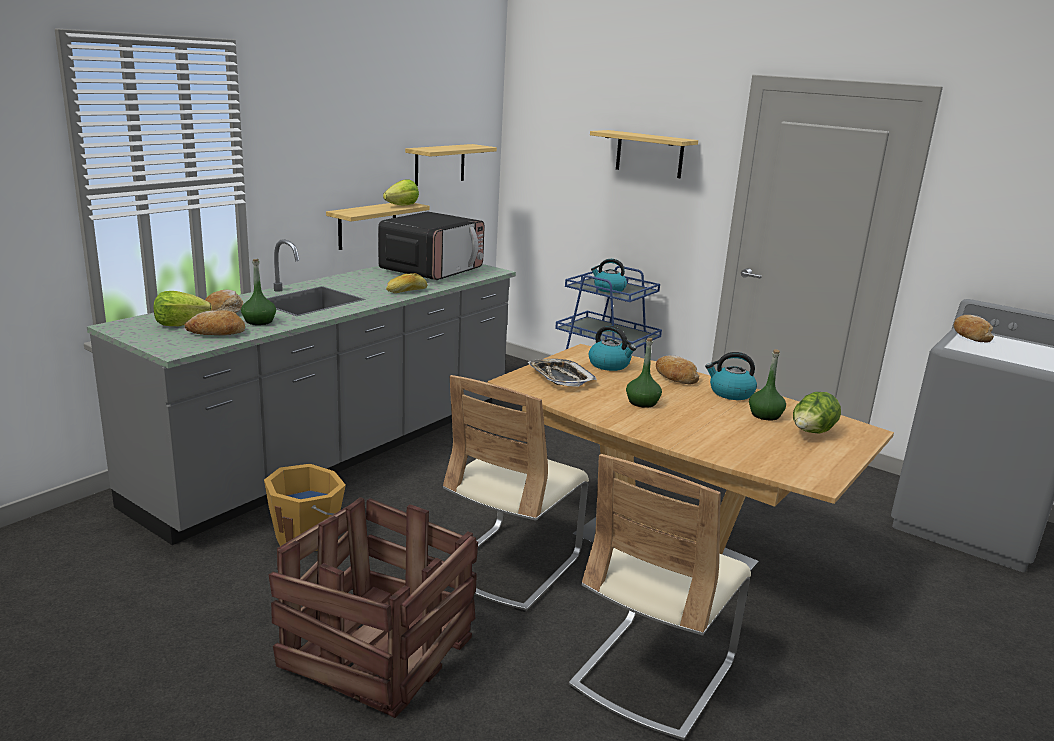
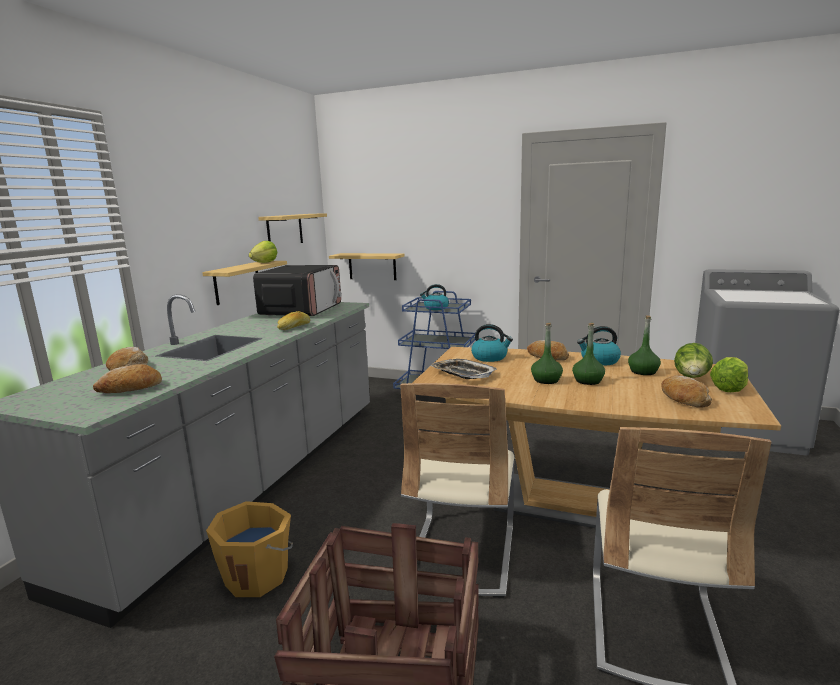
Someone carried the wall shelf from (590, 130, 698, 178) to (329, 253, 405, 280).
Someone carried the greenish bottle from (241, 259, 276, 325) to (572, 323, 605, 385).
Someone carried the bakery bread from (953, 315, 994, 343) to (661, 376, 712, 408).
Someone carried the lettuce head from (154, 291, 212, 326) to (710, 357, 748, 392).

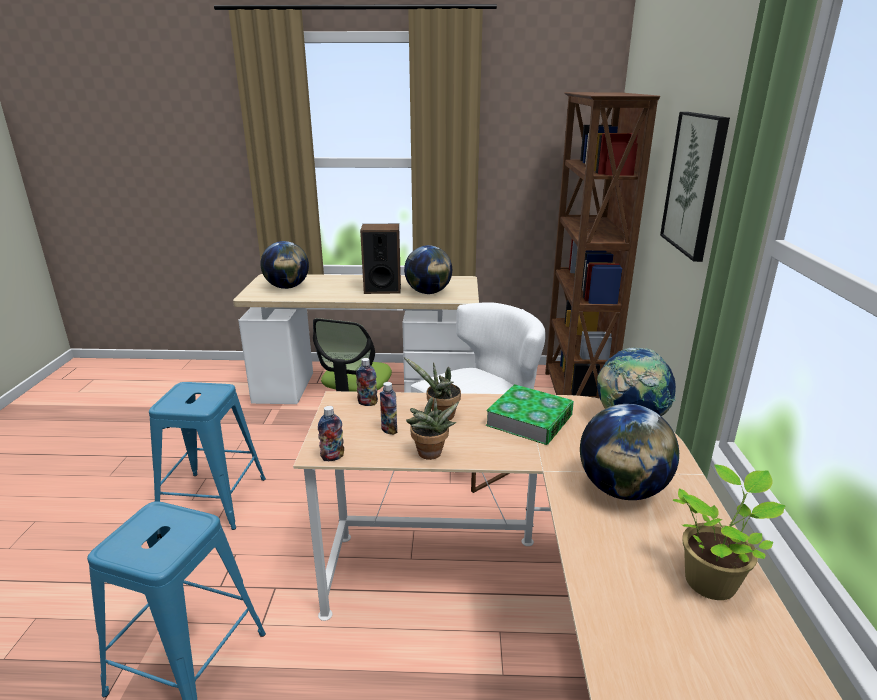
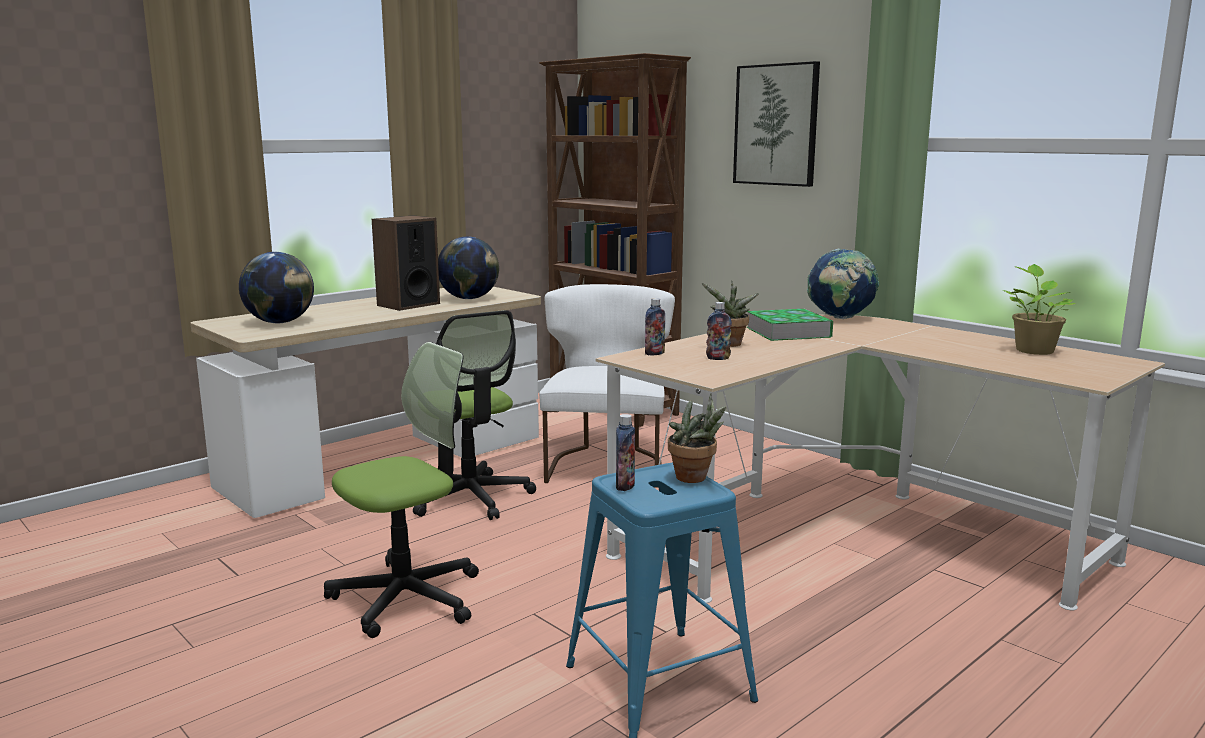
Someone swapped the bluish stool seat at (149, 382, 266, 530) for the computer chair at (324, 342, 479, 638).
Someone carried the bottle from (318, 406, 344, 461) to (616, 414, 635, 491).
Someone carried the houseplant from (406, 397, 459, 460) to (668, 393, 726, 483).
Someone took away the globe at (580, 404, 679, 500).

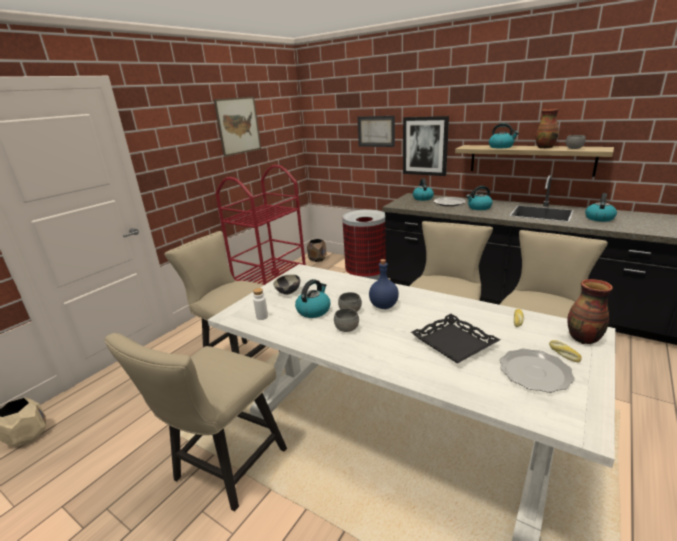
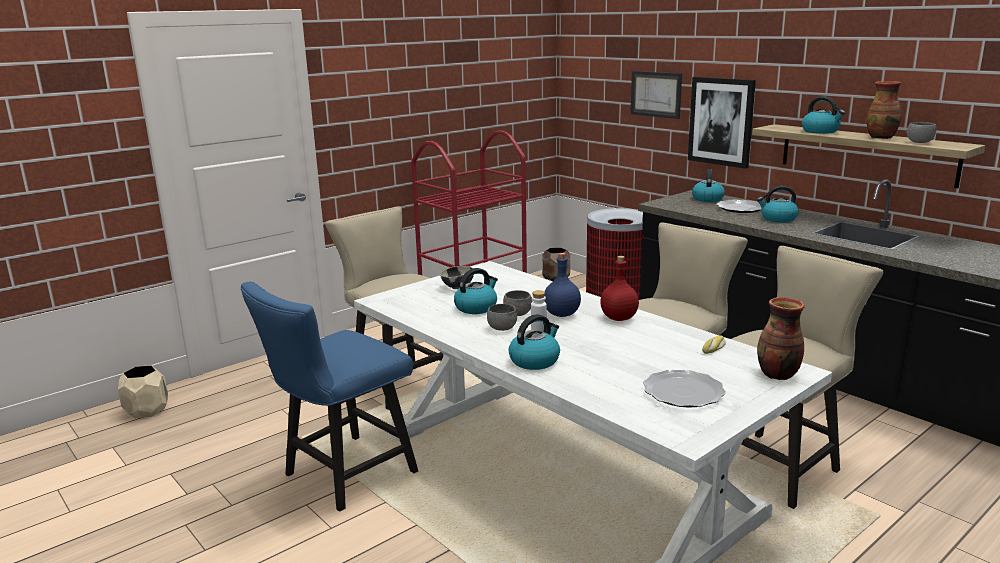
Someone repainted the sand-coloured plain chair at (105, 333, 287, 512), which became the bluish plain chair at (240, 281, 418, 511).
Someone carried the water kettle from (585, 193, 617, 222) to (509, 314, 560, 370).
Someone carried the whitish bottle from (253, 288, 268, 320) to (531, 290, 547, 332).
Someone put down the reddish bottle at (600, 256, 639, 321).
Someone took away the wall art at (214, 97, 261, 157).
Someone took away the blackish tray at (411, 314, 500, 363).
Someone took away the bakery bread at (549, 340, 582, 363).

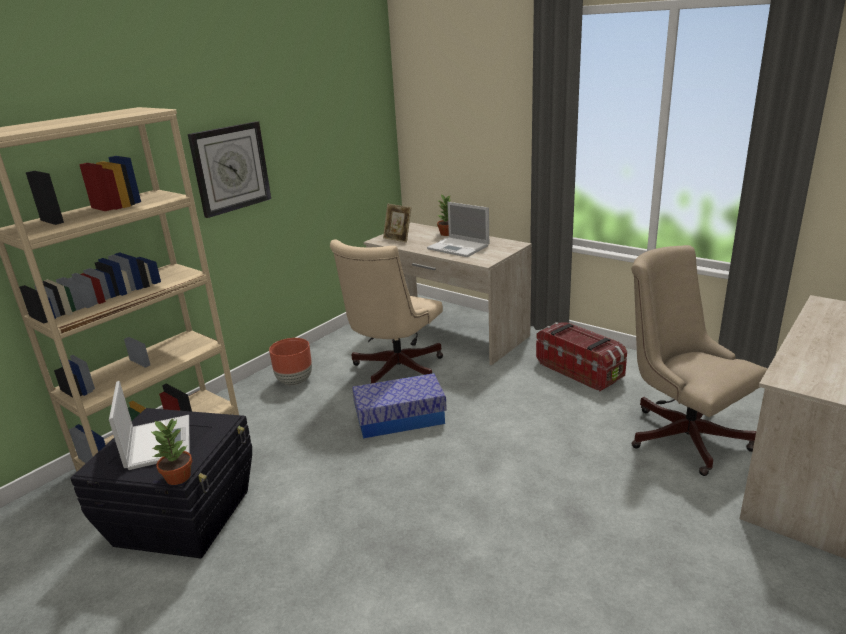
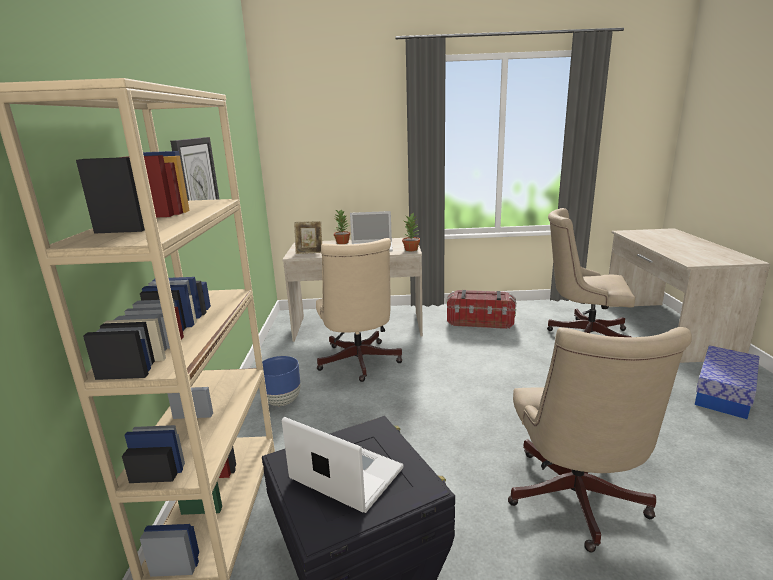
Someone repainted the brown plant pot at (269, 338, 312, 385), which became the bluish plant pot at (262, 356, 300, 406).
Someone carried the houseplant from (150, 419, 192, 485) to (402, 212, 420, 251).
Someone put down the sand-coloured computer chair at (508, 327, 692, 552).
Someone carried the storage container from (352, 373, 447, 439) to (695, 345, 759, 419).

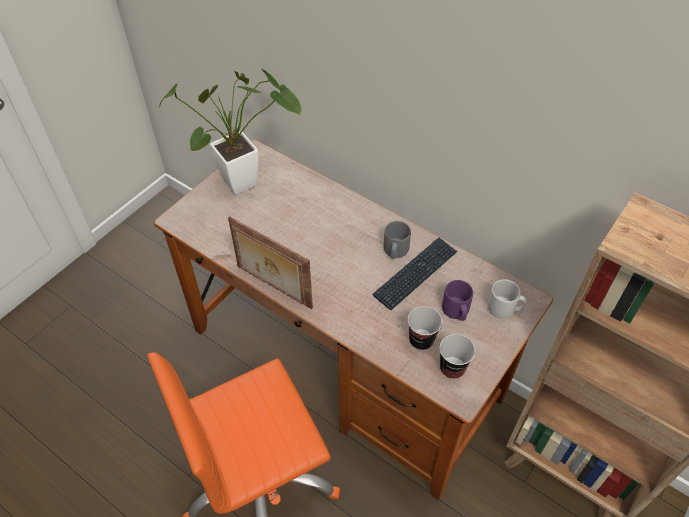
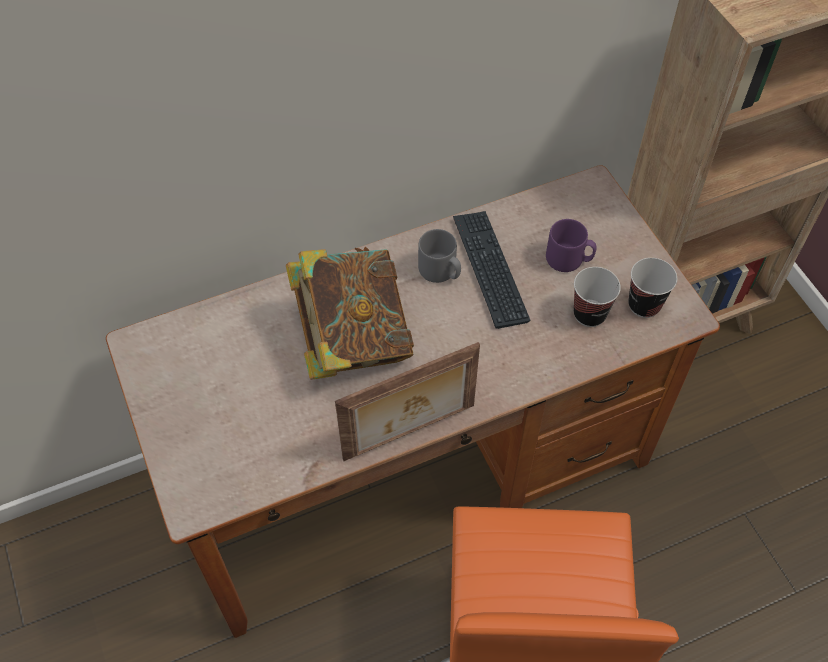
Someone put down the bound book at (286, 247, 414, 380).
Someone took away the houseplant at (159, 69, 302, 195).
Someone took away the grey coffee mug at (487, 279, 526, 319).

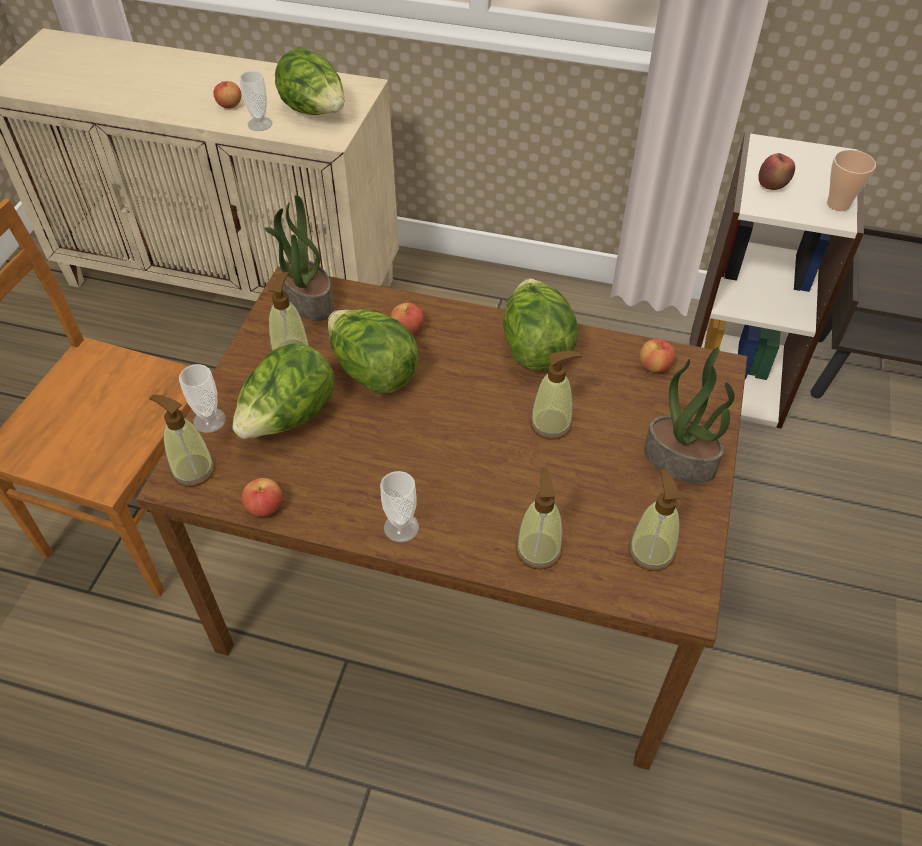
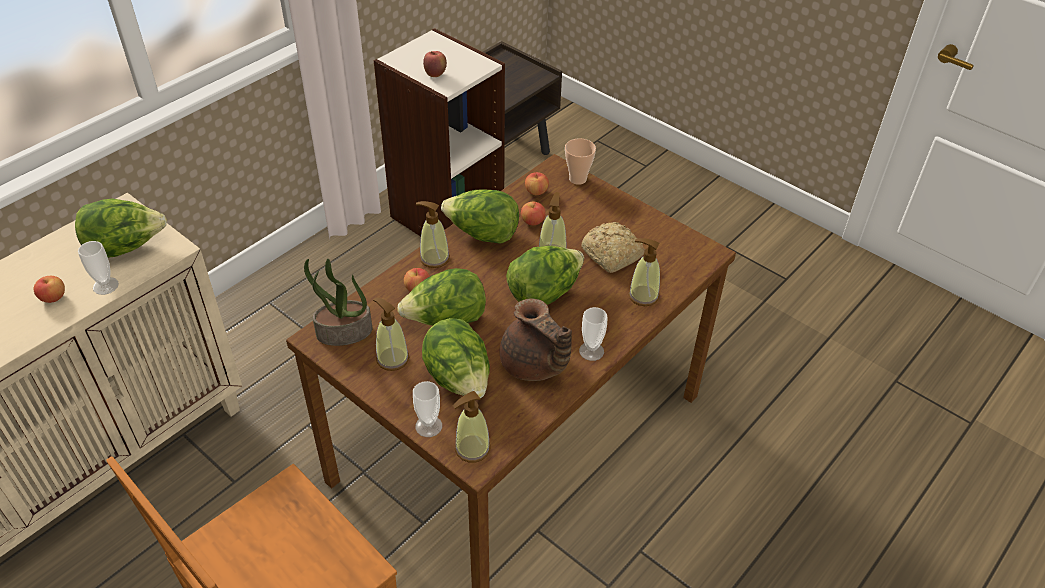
Someone carried the liquid soap bottle from (628, 469, 680, 571) to (416, 201, 450, 268).
Someone put down the brown tea pot at (500, 299, 572, 381).
Someone put down the lettuce head at (506, 246, 584, 305).
Someone carried the apple from (242, 478, 282, 517) to (521, 202, 546, 225).
Someone carried the small cup from (827, 150, 876, 211) to (565, 138, 596, 185).
Someone put down the bakery bread at (581, 222, 645, 273).
Someone took away the houseplant at (644, 347, 735, 483).

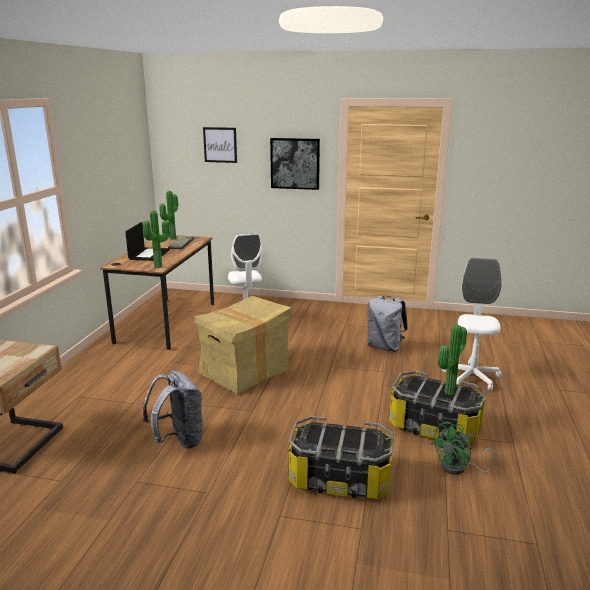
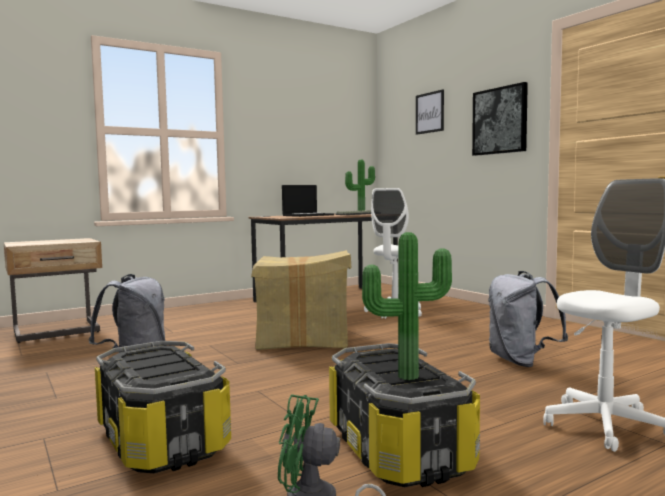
Someone took away the houseplant at (143, 211, 170, 268).

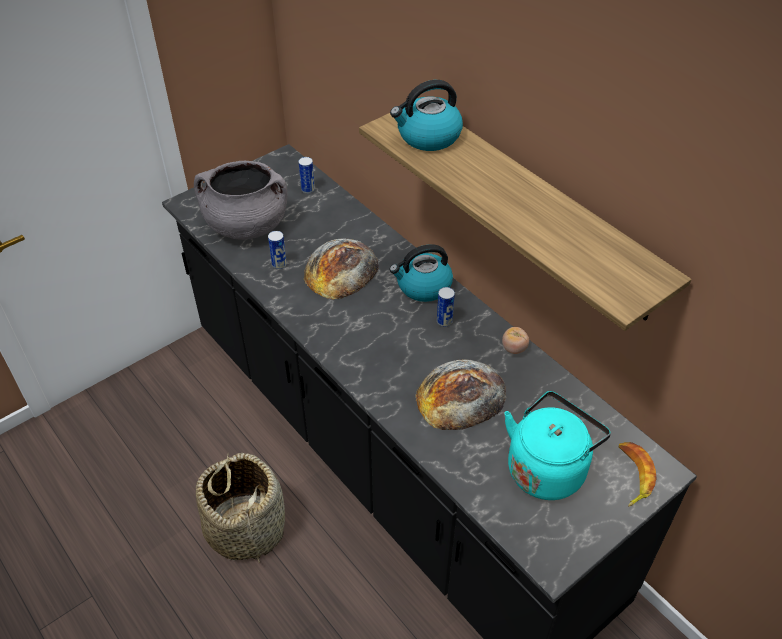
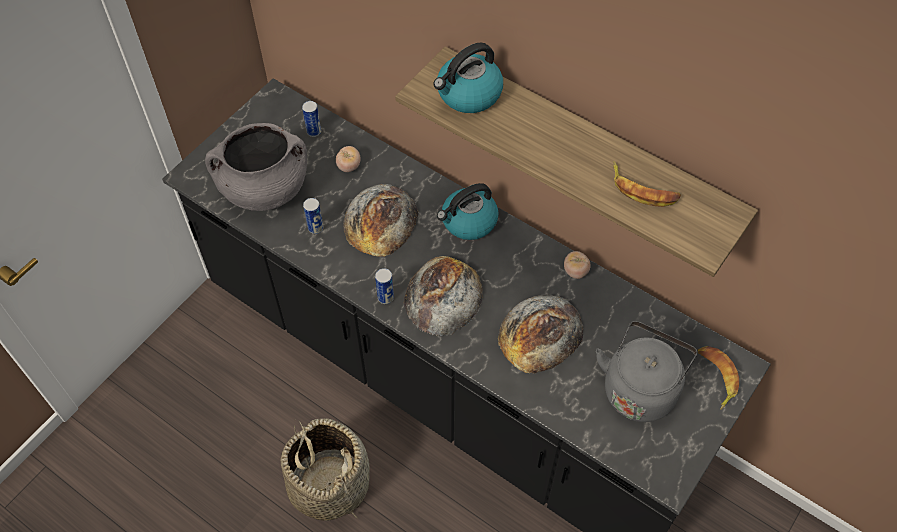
Someone put down the fresh tomato at (336, 146, 360, 172).
Someone carried the can from (437, 287, 455, 327) to (375, 268, 394, 304).
Someone put down the bakery bread at (403, 256, 483, 336).
Someone repainted the turquoise-coloured water kettle at (504, 391, 611, 500), which became the grey water kettle at (596, 321, 698, 422).
Someone put down the whole banana at (613, 161, 681, 207).

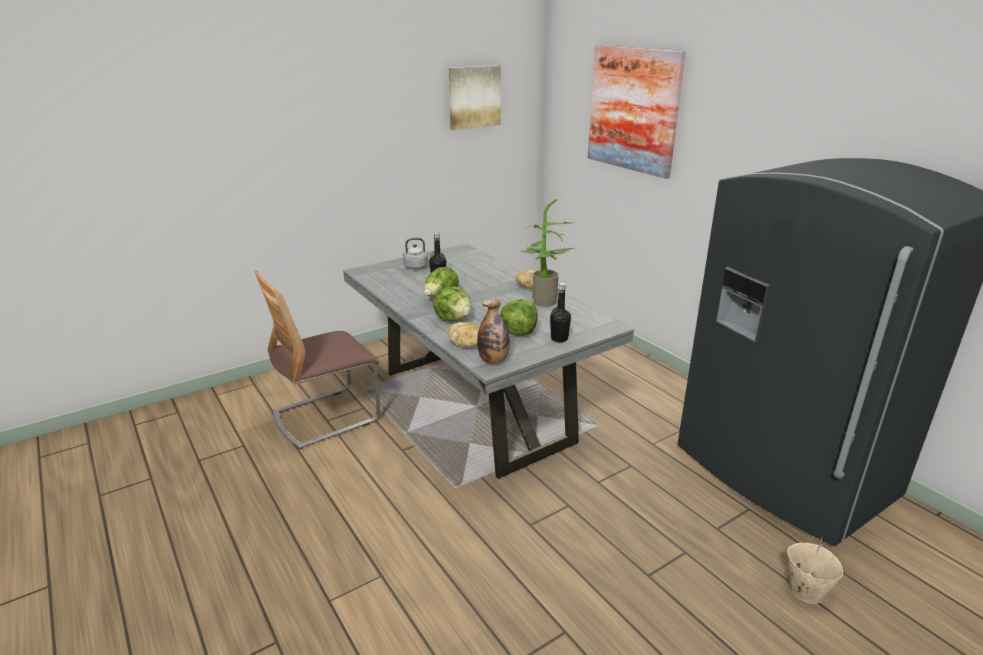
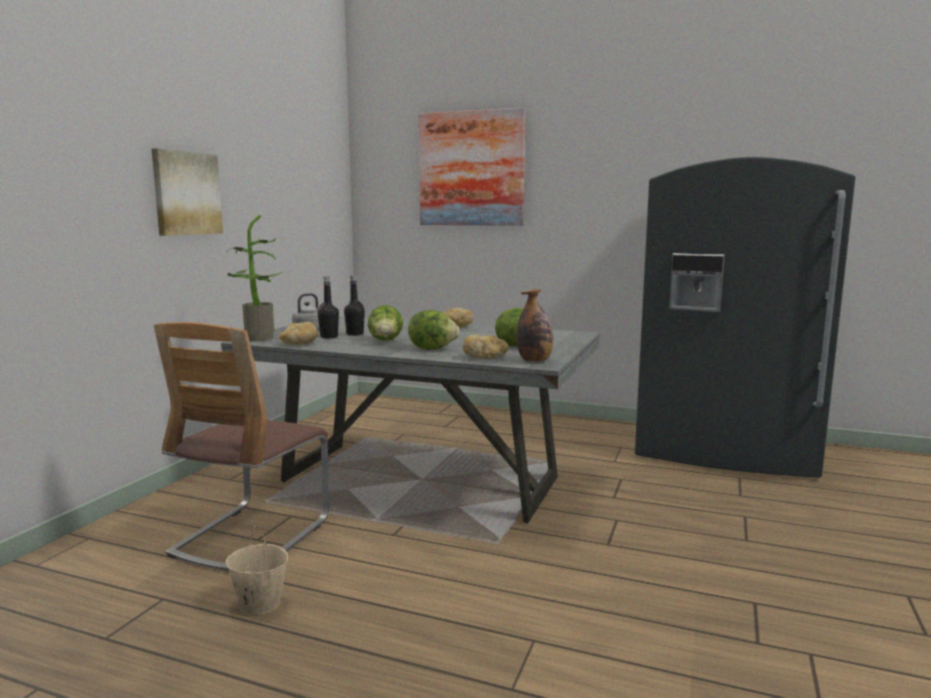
Someone carried the wall art from (449, 65, 501, 130) to (152, 148, 223, 236).
Someone carried the sand-coloured water bucket from (787, 537, 843, 604) to (225, 526, 288, 615).
Someone carried the houseplant from (520, 198, 575, 307) to (227, 214, 286, 341).
Someone put down the bakery bread at (279, 322, 318, 345).
Someone carried the blackish bottle from (550, 283, 571, 342) to (318, 277, 339, 338).

